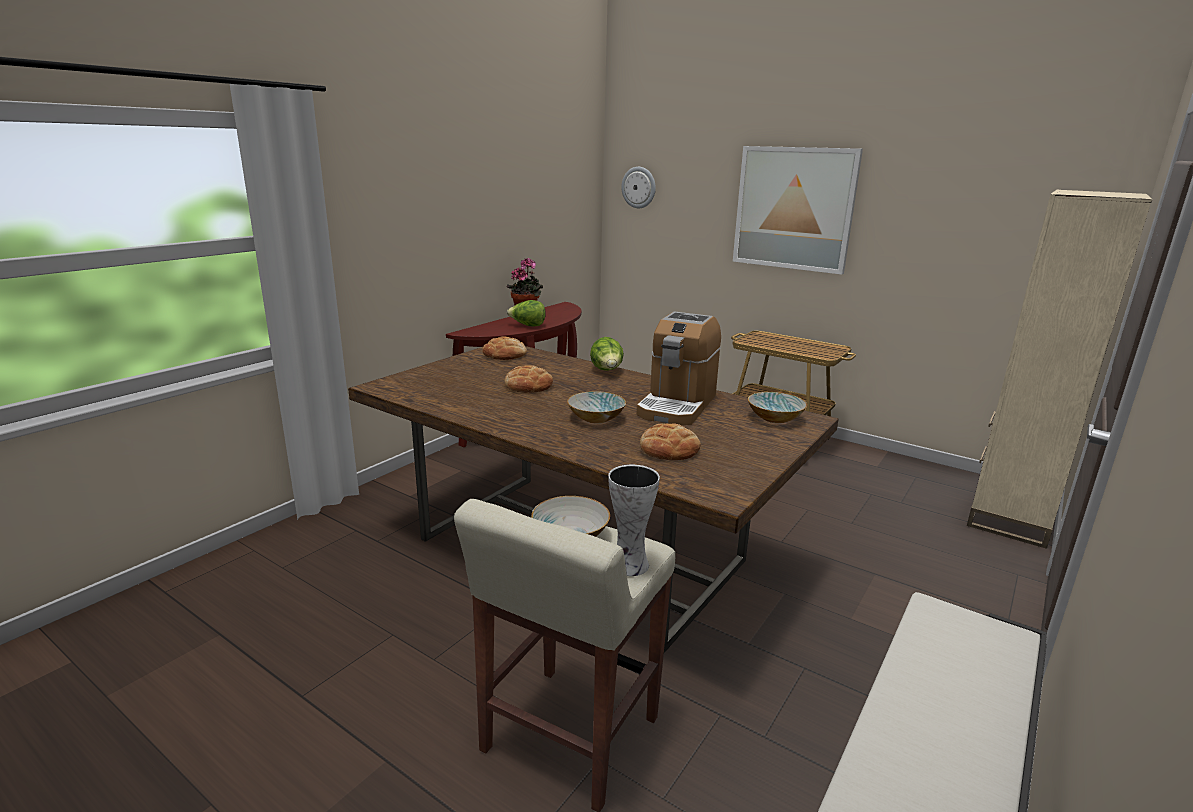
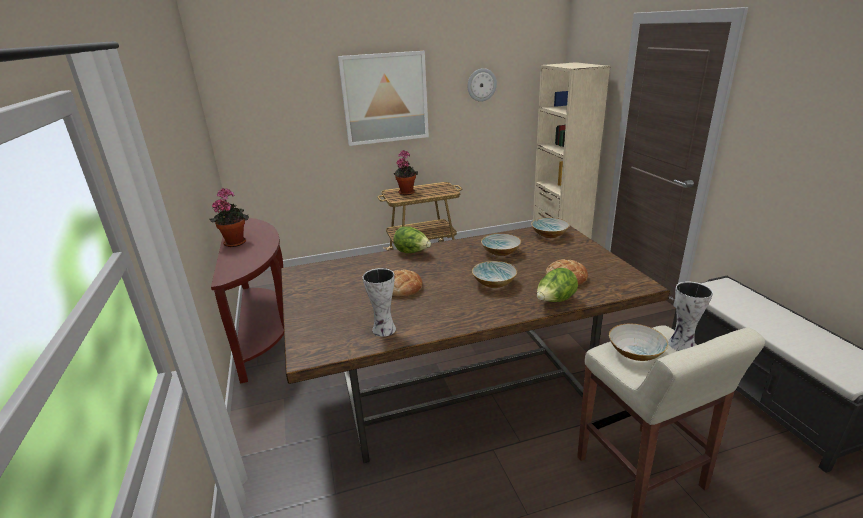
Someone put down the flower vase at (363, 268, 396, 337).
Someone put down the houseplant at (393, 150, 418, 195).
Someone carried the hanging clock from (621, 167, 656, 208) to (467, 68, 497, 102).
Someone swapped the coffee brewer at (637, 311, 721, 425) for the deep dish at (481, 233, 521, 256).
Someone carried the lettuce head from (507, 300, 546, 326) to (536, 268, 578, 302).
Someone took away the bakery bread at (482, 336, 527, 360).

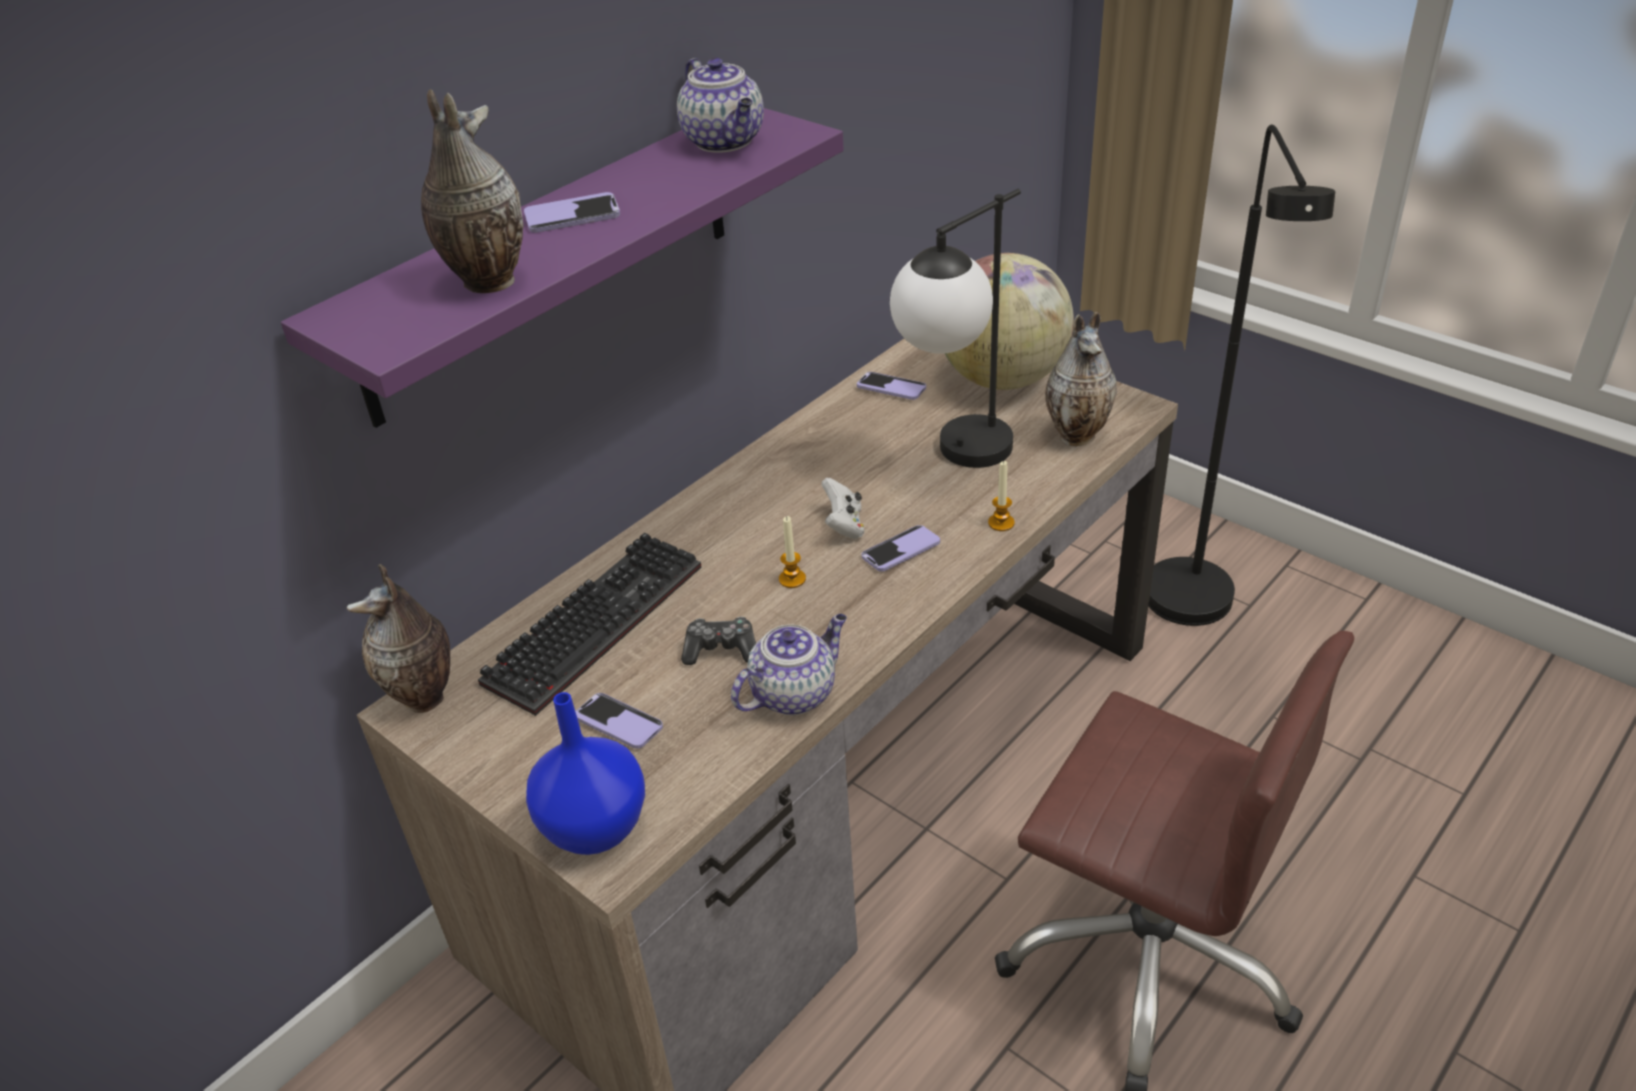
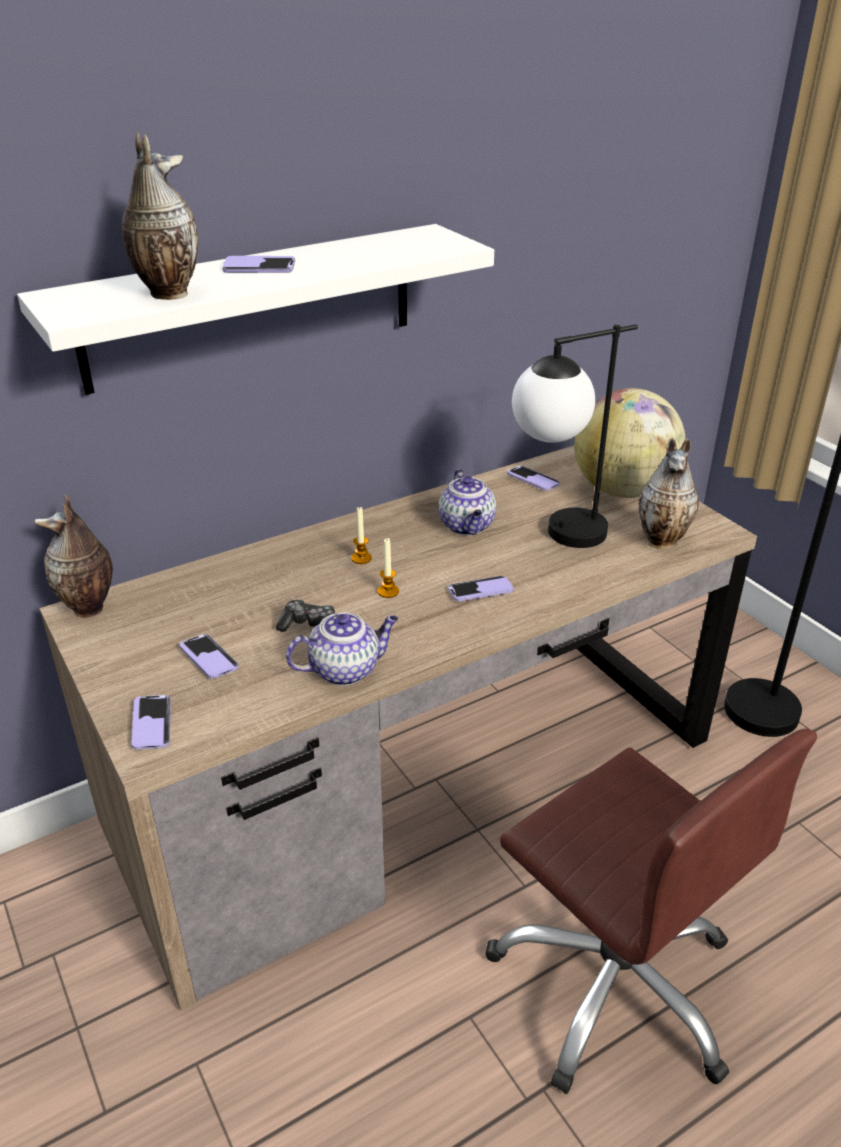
Someone repainted the purplish wall shelf at (281, 108, 844, 428), which became the whitish wall shelf at (17, 224, 494, 395).
Someone swapped the bluish flower vase at (526, 692, 645, 855) for the handset at (131, 695, 171, 750).
Someone carried the wax candle from (988, 460, 1015, 531) to (351, 507, 372, 564).
Someone carried the tea pot from (677, 58, 764, 153) to (439, 469, 496, 535).
Someone took away the computer keyboard at (478, 533, 702, 716).
Someone took away the whitish game controller at (821, 478, 864, 539).

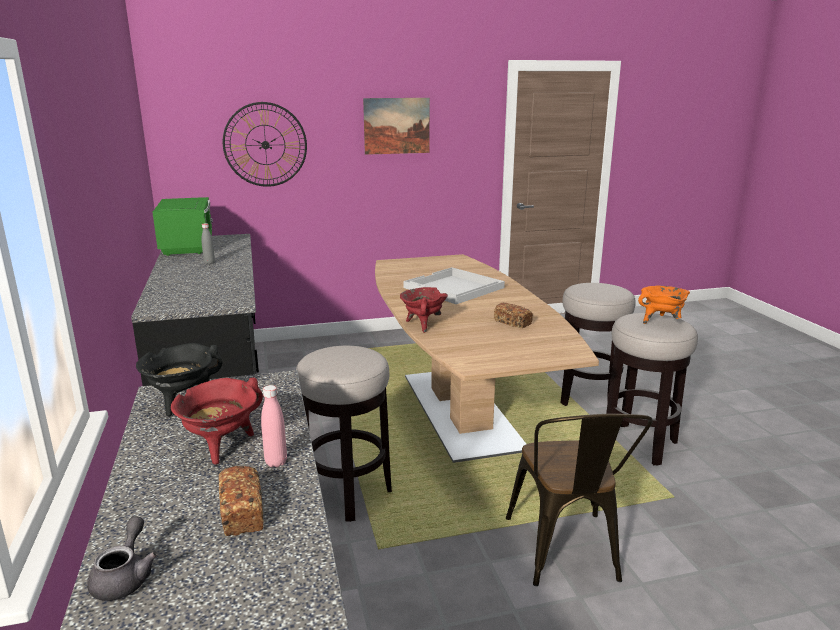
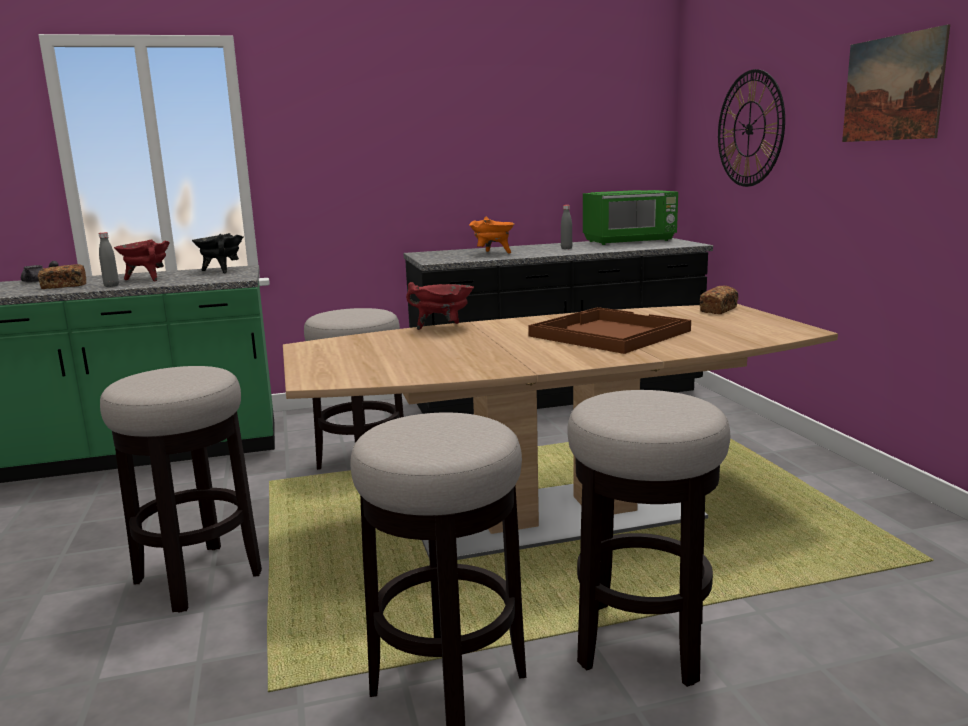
Someone repainted the pink-coloured bottle at (261, 385, 287, 467), which became the grey bottle at (98, 232, 119, 287).
Someone swapped the brown plain chair at (506, 414, 653, 586) for the stool seat at (100, 366, 262, 613).
Someone carried the orangey saucepot from (638, 286, 690, 324) to (469, 216, 514, 253).
Someone repainted the whitish tray at (403, 267, 505, 304), which became the brown tray at (528, 307, 691, 354).
Someone carried the bakery bread from (494, 303, 533, 328) to (700, 286, 738, 314).

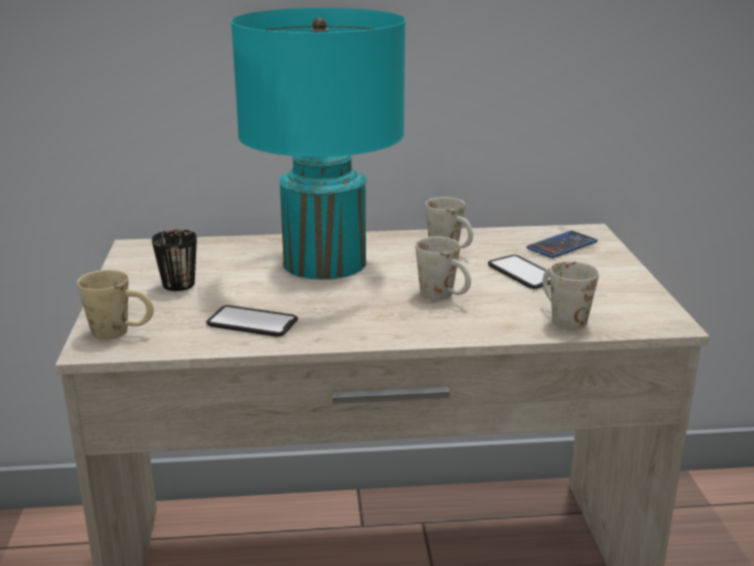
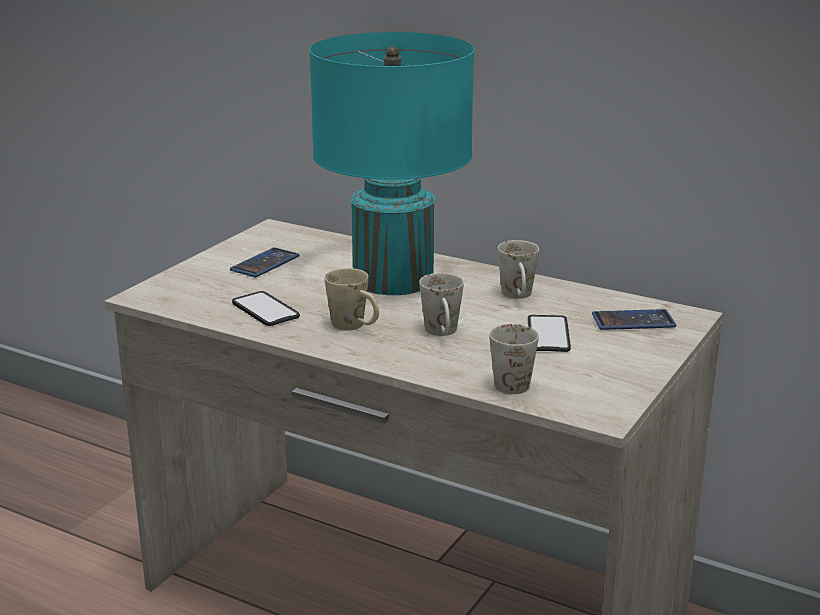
Someone swapped the blackish coffee mug at (152, 229, 197, 291) for the handset at (230, 247, 299, 277).
Someone carried the sand-coloured coffee mug from (77, 270, 154, 340) to (324, 268, 379, 331).

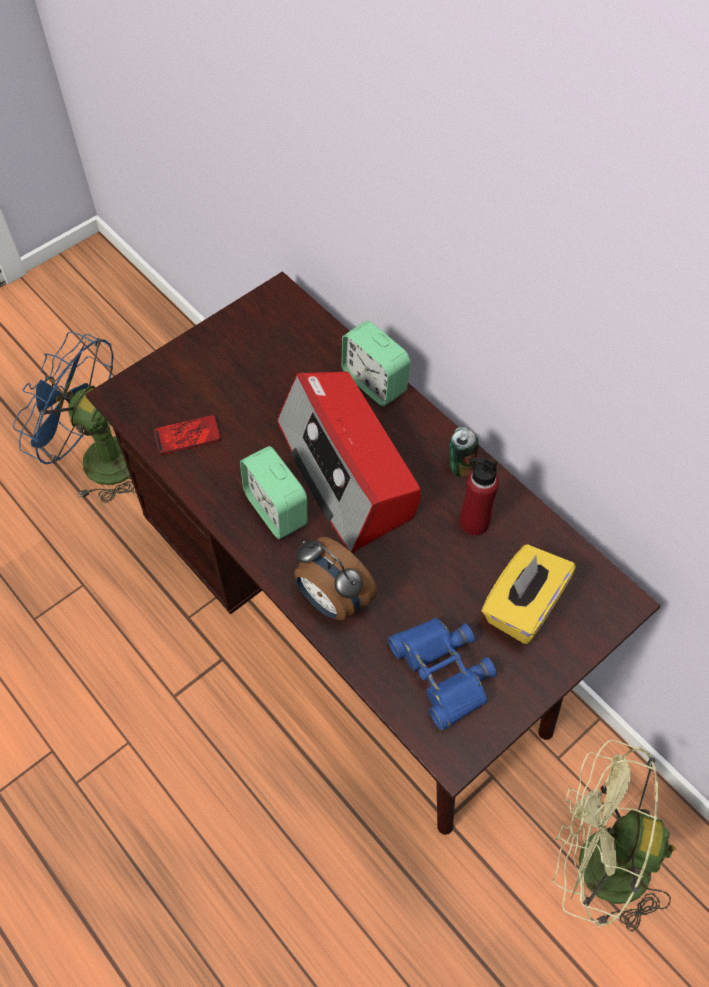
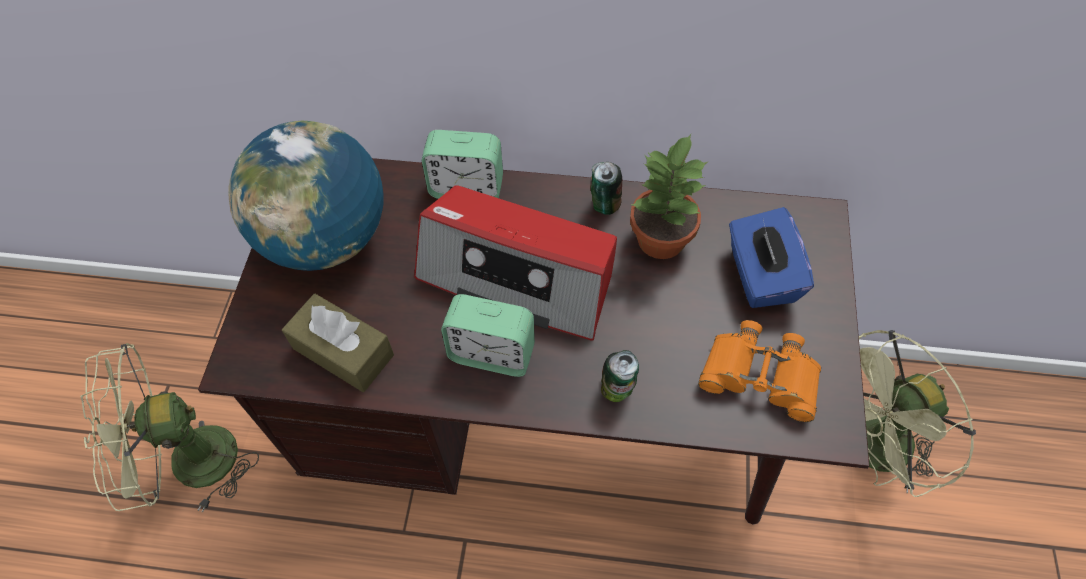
Someone repainted the bluish electric fan at (13, 332, 136, 503), which became the greenish electric fan at (80, 343, 259, 513).
Someone put down the globe at (228, 121, 384, 271).
Someone swapped the handset at (153, 415, 221, 455) for the brown tissue box at (282, 294, 394, 392).
Someone swapped the bedside clock at (294, 537, 377, 620) for the can at (601, 350, 639, 402).
Someone swapped the reddish bottle at (460, 457, 499, 535) for the houseplant at (630, 134, 709, 259).
Someone repainted the bluish pair of binoculars at (388, 618, 497, 731), which became the orangey pair of binoculars at (698, 320, 821, 422).
Someone repainted the yellow-coloured tissue box at (481, 544, 576, 644), which became the bluish tissue box at (729, 207, 814, 308).

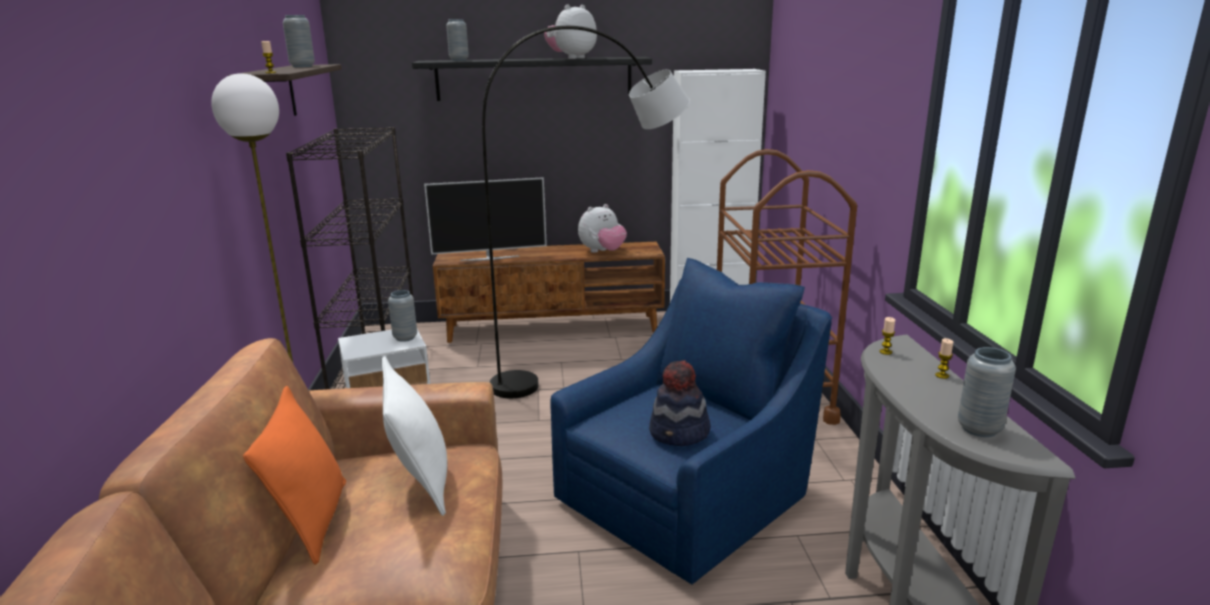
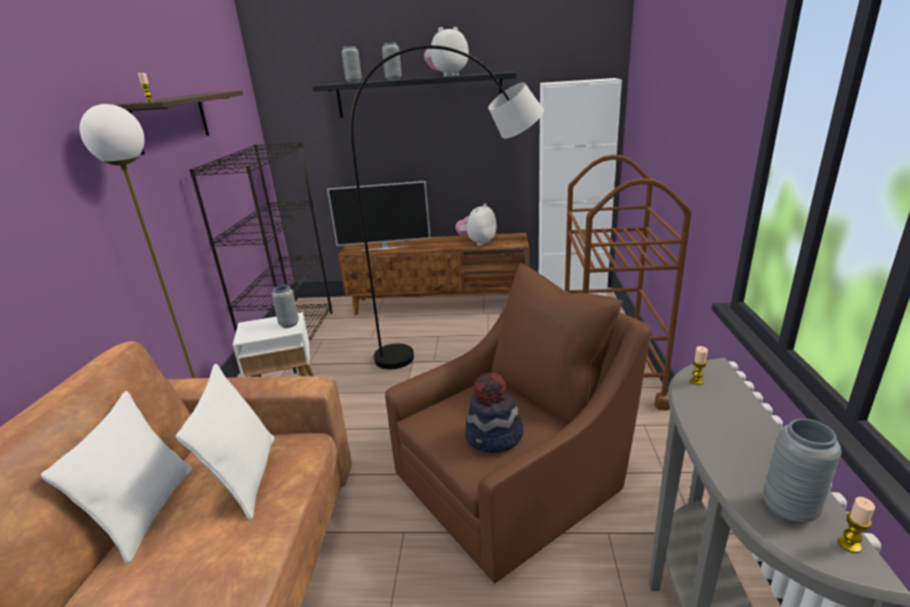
Someone repainted the orangey cushion at (243, 386, 346, 565), which became the whitish cushion at (41, 391, 192, 564).
Someone carried the grey flower vase from (283, 15, 315, 67) to (382, 43, 402, 80).
Someone repainted the bluish easy chair at (550, 258, 833, 585), which became the brown easy chair at (385, 263, 651, 584).
Someone rotated the soft toy at (578, 204, 627, 253) by 150 degrees clockwise.
Someone carried the wax candle from (935, 338, 953, 379) to (838, 497, 875, 553).

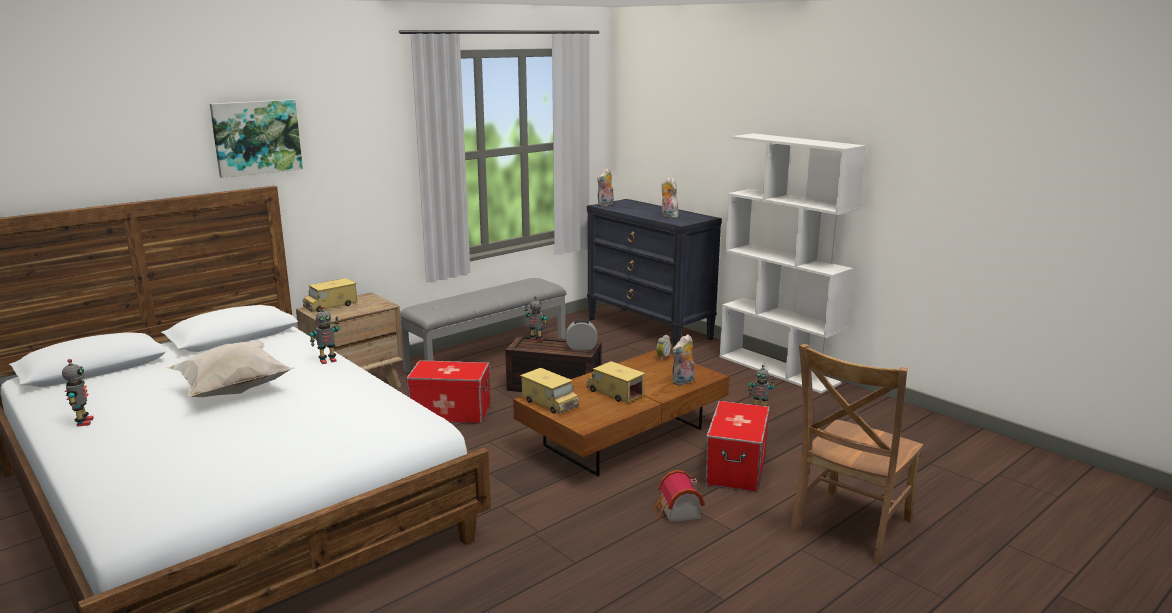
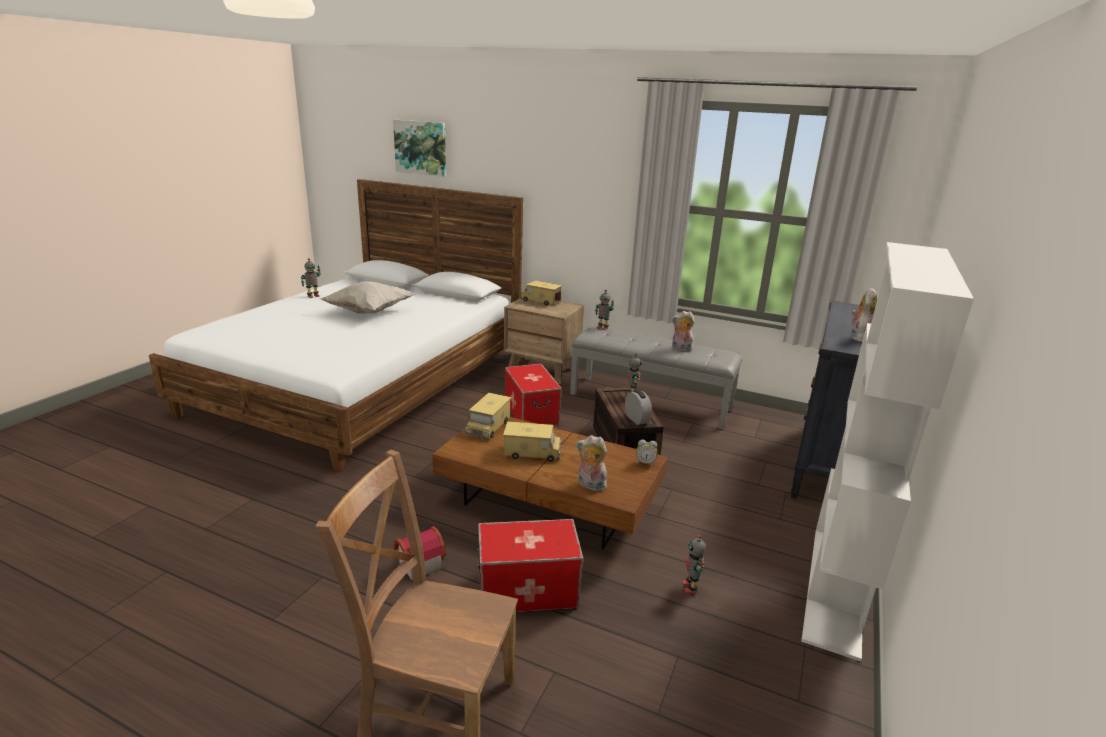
Someone carried the wall art from (210, 100, 303, 178) to (393, 120, 446, 177).
Someone rotated the model truck at (586, 361, 646, 403) by 75 degrees clockwise.
Someone carried the robot figure from (310, 306, 340, 364) to (595, 290, 614, 330).
Someone carried the soft toy from (597, 168, 614, 206) to (672, 311, 695, 351).

